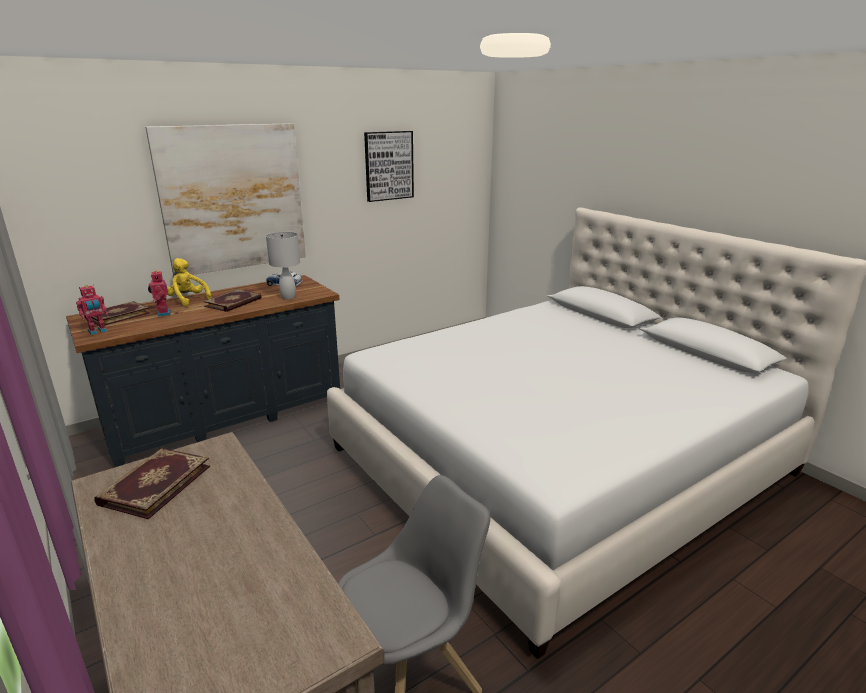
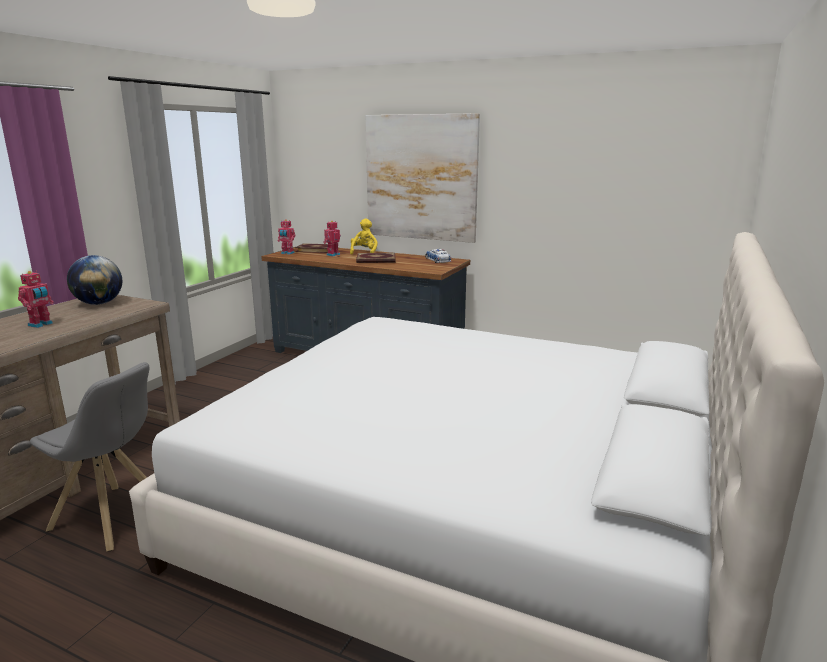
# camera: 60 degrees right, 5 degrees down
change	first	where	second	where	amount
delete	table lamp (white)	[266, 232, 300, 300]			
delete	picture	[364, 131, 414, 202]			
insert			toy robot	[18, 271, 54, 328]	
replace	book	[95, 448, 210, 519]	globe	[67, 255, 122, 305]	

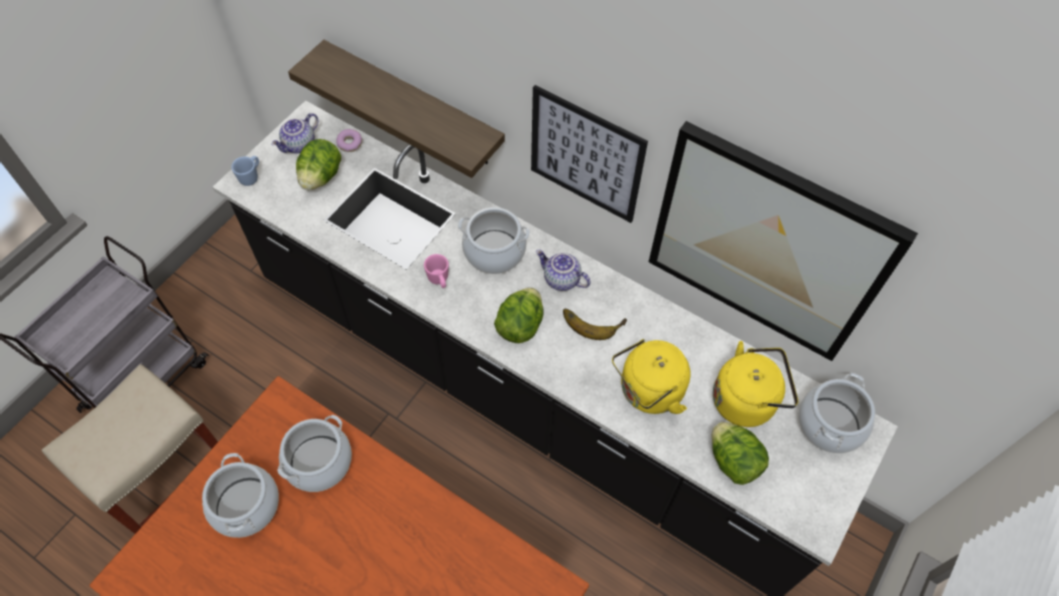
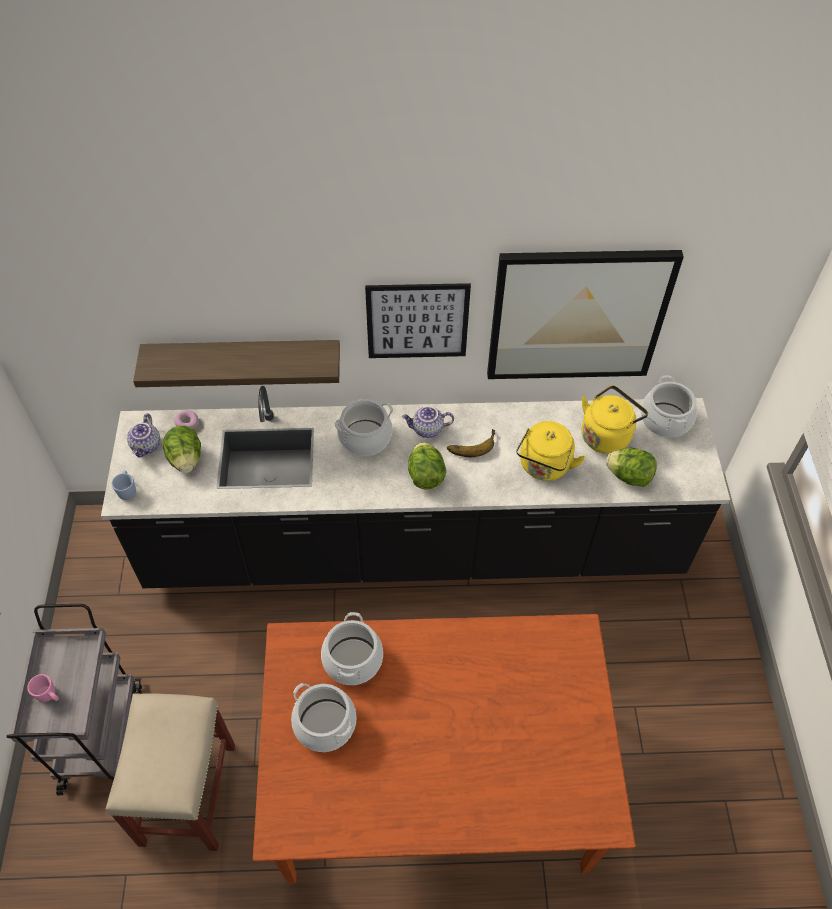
# camera: 35 degrees left, 5 degrees down
change	first	where	second	where	amount
move	mug (pink)	[424, 254, 449, 288]		[27, 674, 59, 702]	

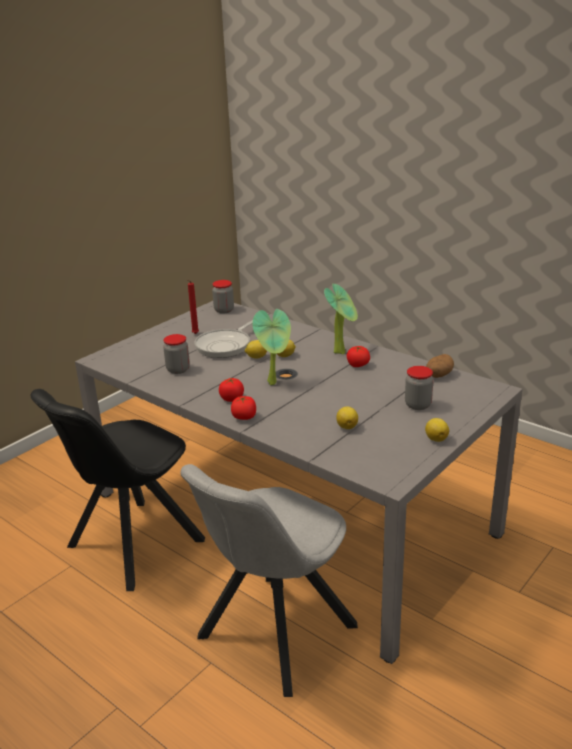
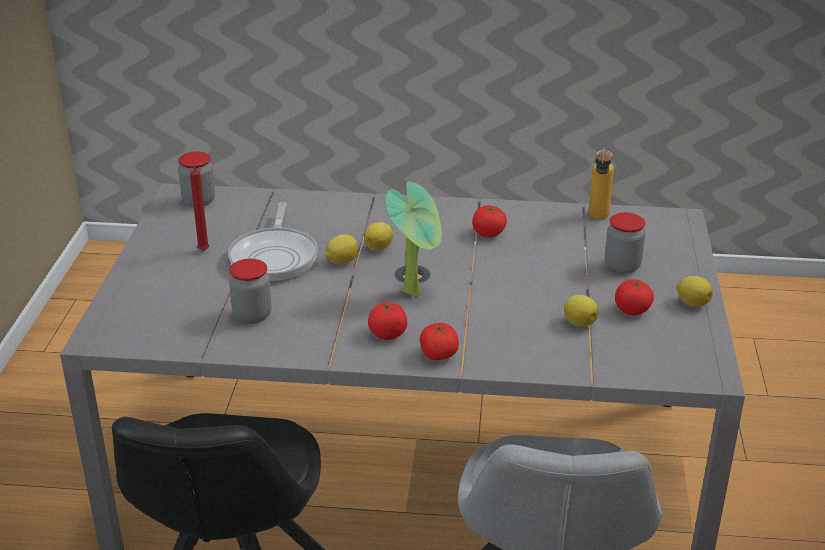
# camera: 35 degrees left, 5 degrees up
change	first	where	second	where	amount
delete	potted plant	[324, 284, 358, 355]			
insert			tomato	[615, 279, 654, 315]	
replace	potato	[426, 354, 454, 378]	bottle	[589, 147, 614, 219]	

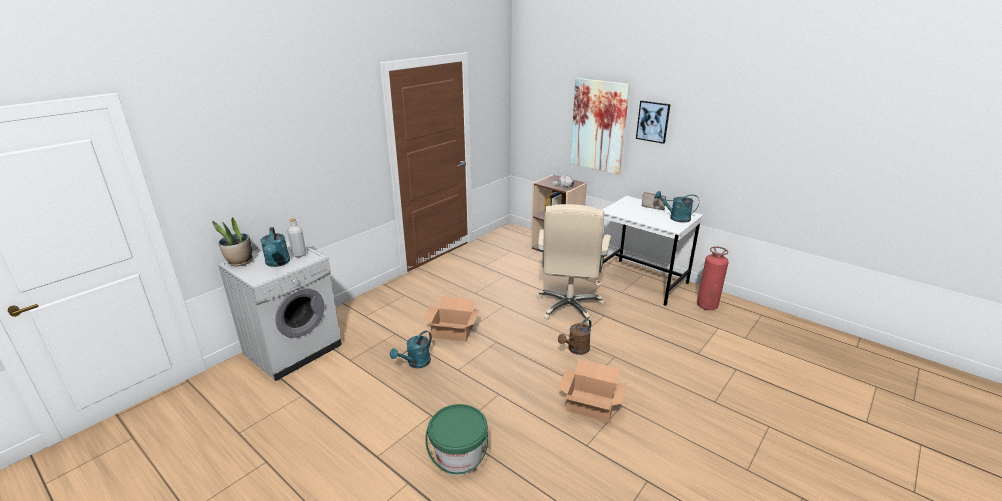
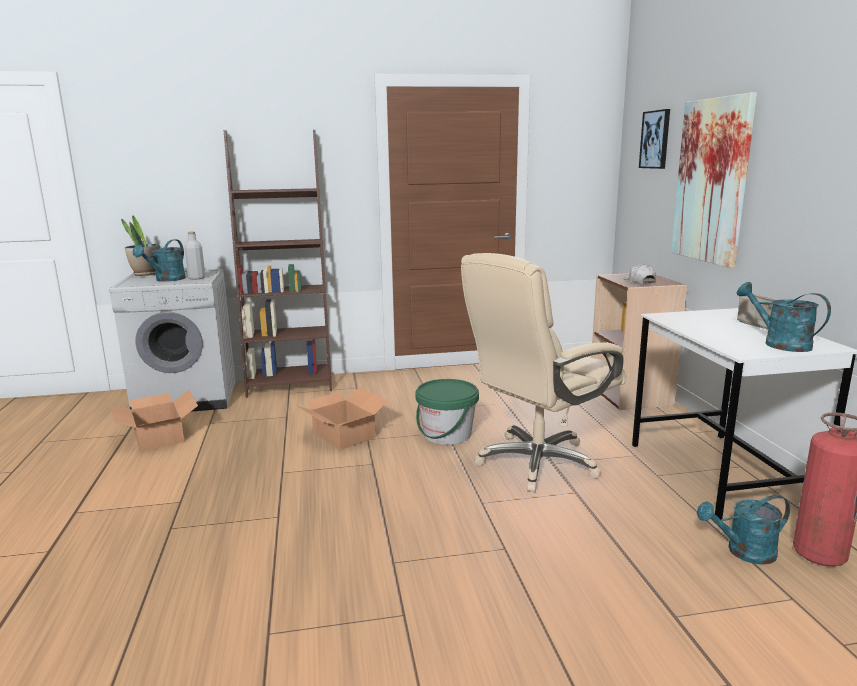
# camera: 40 degrees right, 10 degrees down
change	first	where	second	where	amount
delete	watering can (brown)	[558, 319, 591, 355]			
insert			bookcase (brown)	[224, 130, 332, 398]	
move	watering can (turquoise)	[390, 330, 432, 368]		[697, 495, 790, 565]	
move	bucket (green)	[425, 404, 488, 476]		[416, 379, 479, 445]	
move	cardboard box	[558, 359, 627, 422]		[110, 390, 198, 452]	
move	picture	[636, 100, 671, 144]		[639, 109, 670, 169]	

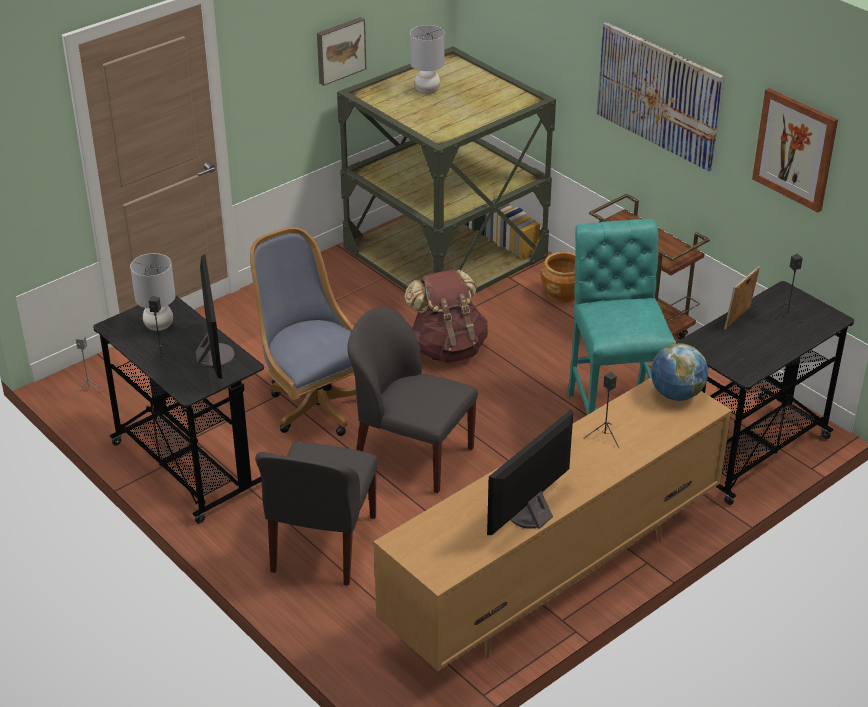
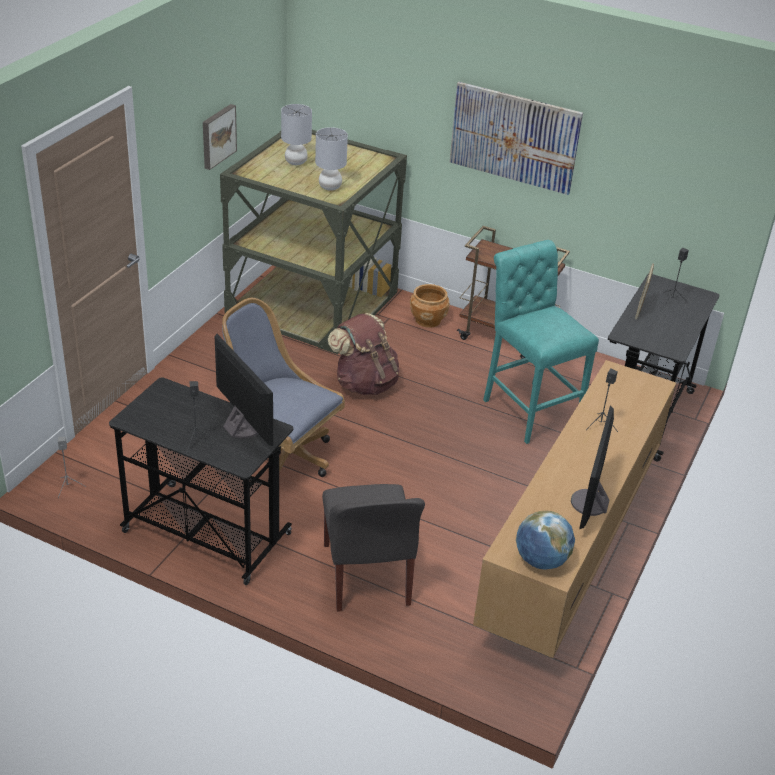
# camera: 25 degrees left, 0 degrees up
change	first	where	second	where	amount
delete	chair (grey)	[347, 306, 478, 493]			
delete	picture	[752, 88, 838, 212]			
move	table lamp (grey)	[130, 253, 175, 331]		[315, 127, 348, 191]	
move	globe	[651, 343, 709, 401]		[516, 510, 575, 570]	

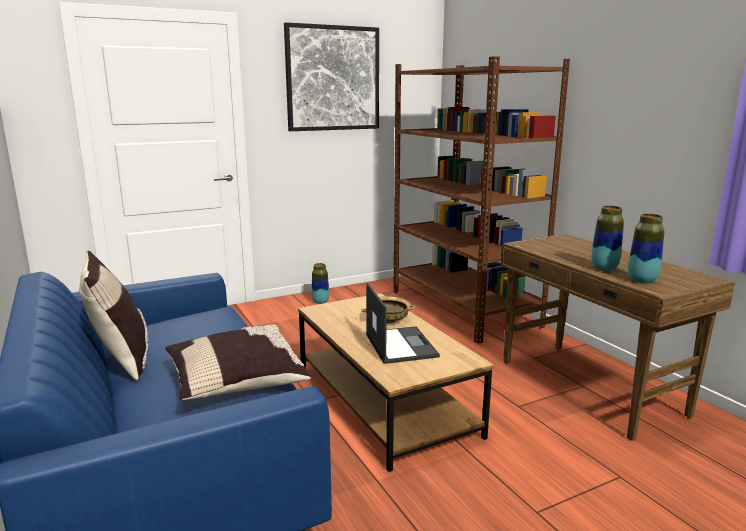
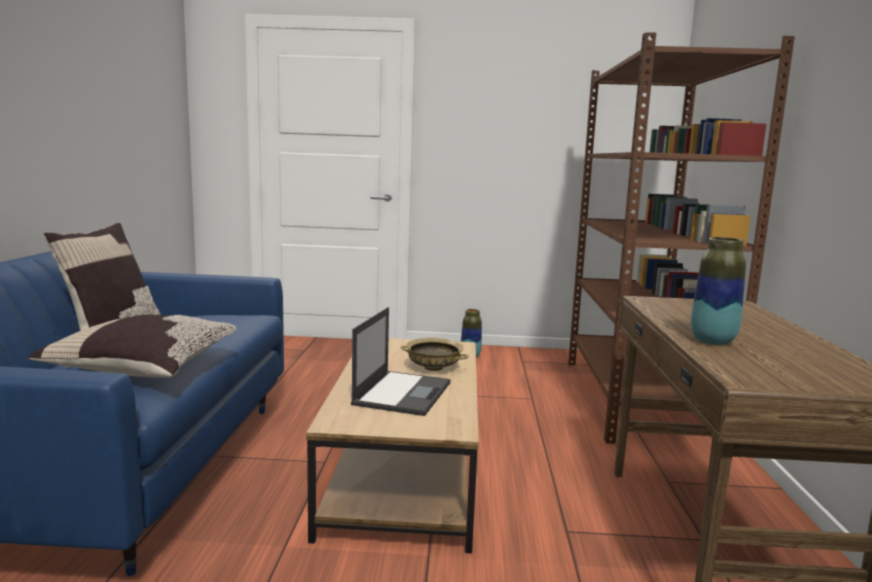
# camera: 30 degrees right, 5 degrees down
change	first	where	second	where	amount
delete	picture	[284, 22, 379, 131]			
delete	vase	[628, 214, 664, 284]			

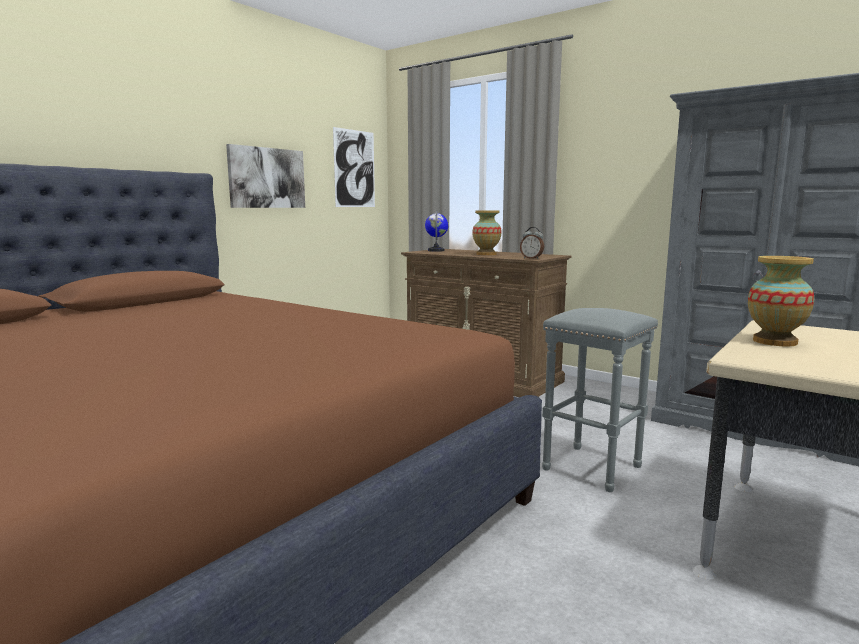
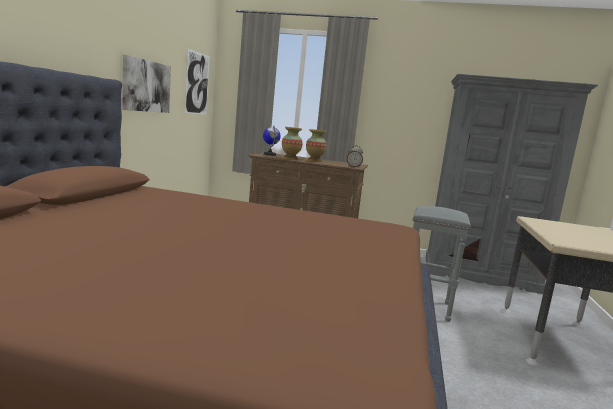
# camera: 25 degrees left, 0 degrees up
change	first	where	second	where	amount
move	vase	[748, 256, 814, 346]		[282, 127, 302, 160]	

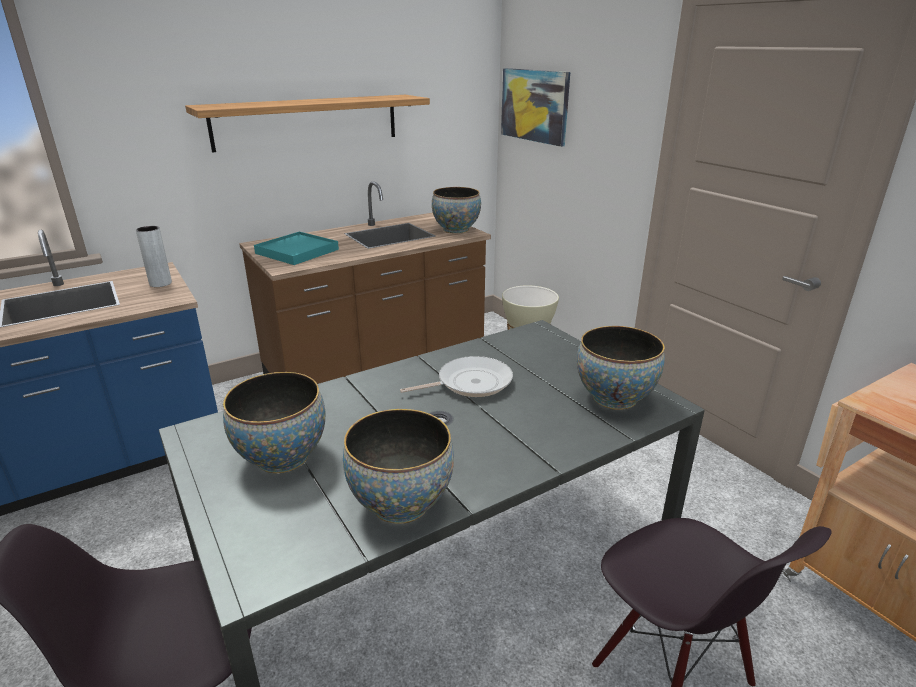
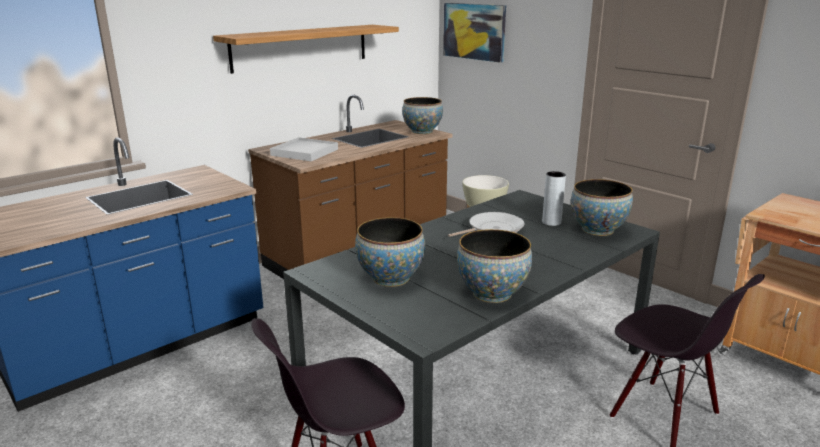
# camera: 10 degrees left, 5 degrees down
change	first	where	second	where	amount
move	vase (grey)	[136, 226, 172, 287]		[542, 171, 566, 226]	
recolor	tray (turquoise)	[254, 232, 339, 265]	tray (white)	[270, 137, 338, 161]	

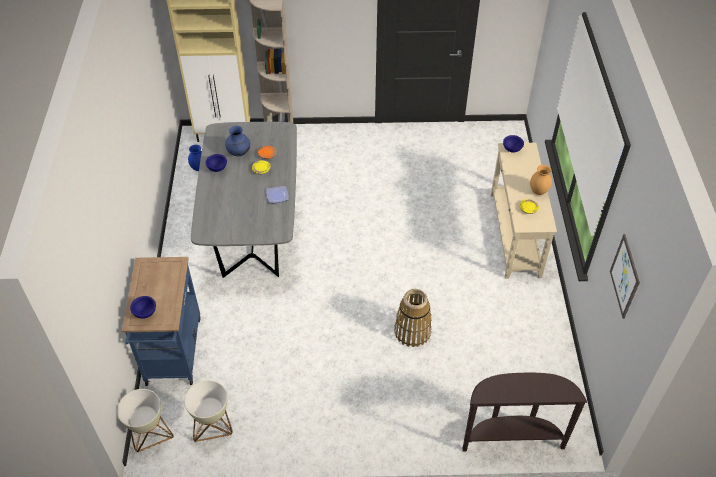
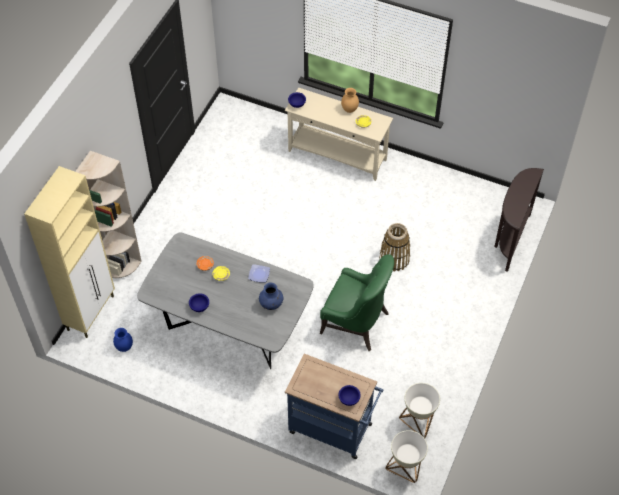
# camera: 65 degrees left, 5 degrees up
change	first	where	second	where	amount
delete	picture	[610, 234, 640, 319]			
insert			chair (green)	[320, 254, 394, 351]	
move	vase (blue)	[225, 126, 250, 156]		[259, 282, 283, 310]	

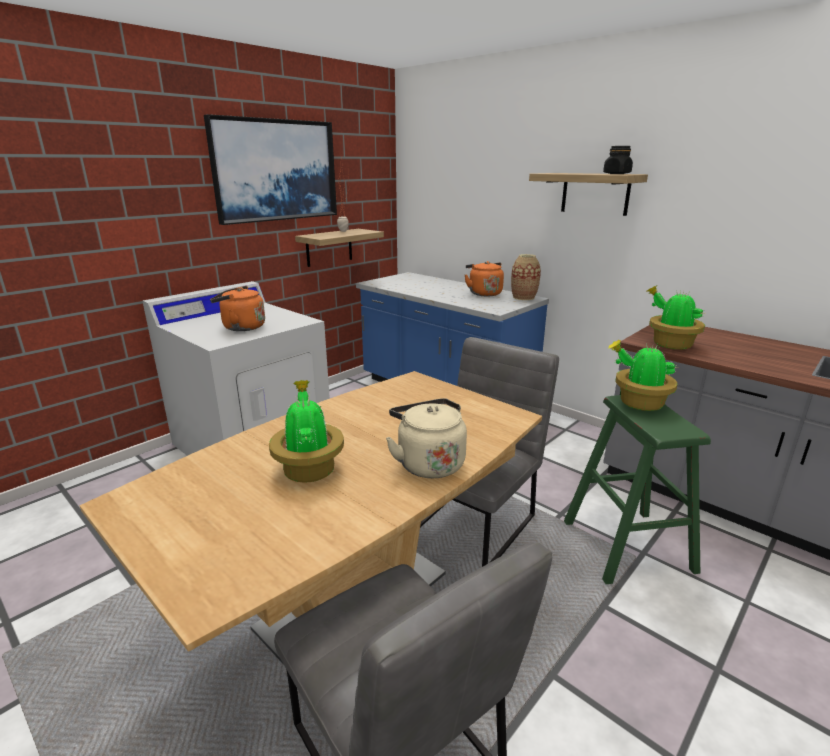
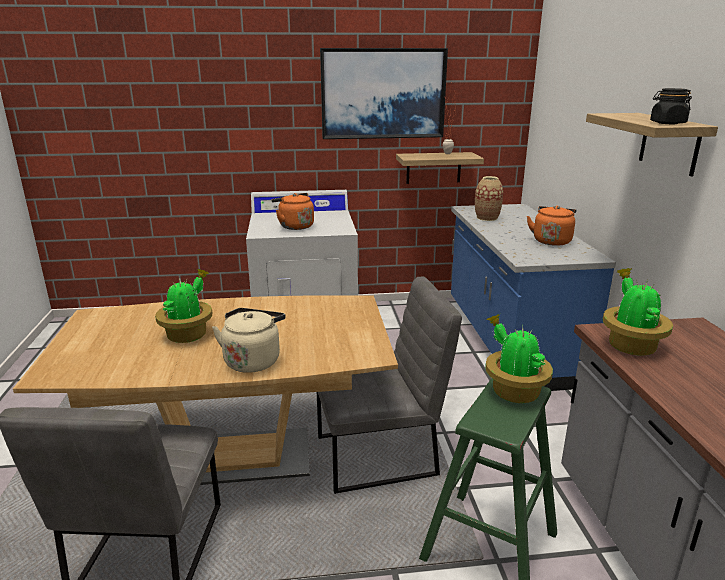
# camera: 40 degrees right, 0 degrees up
change	first	where	second	where	amount
move	vase	[511, 254, 541, 300]		[475, 176, 503, 221]	

